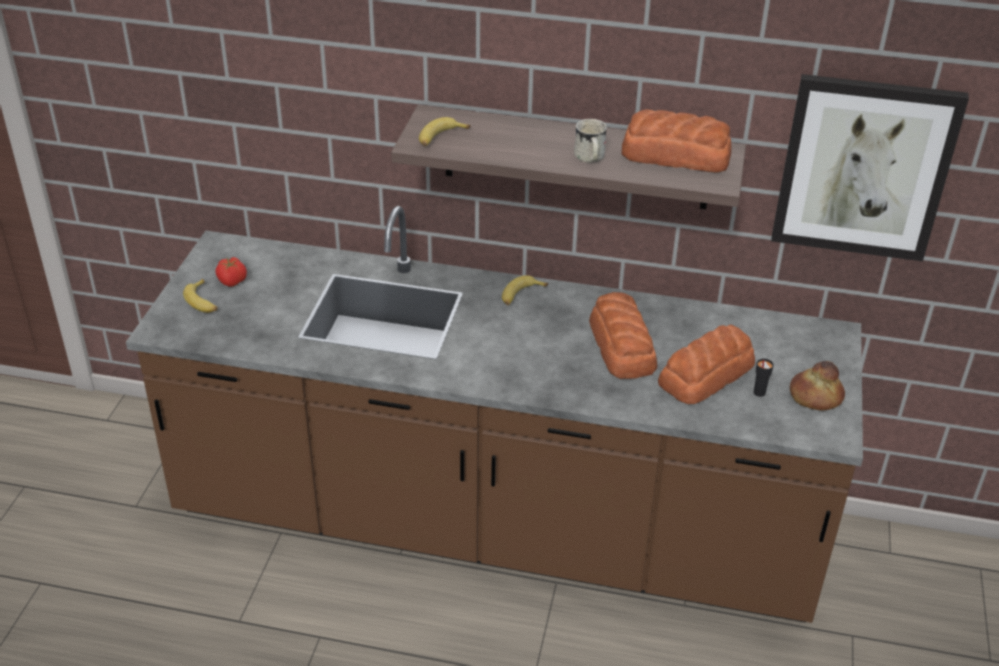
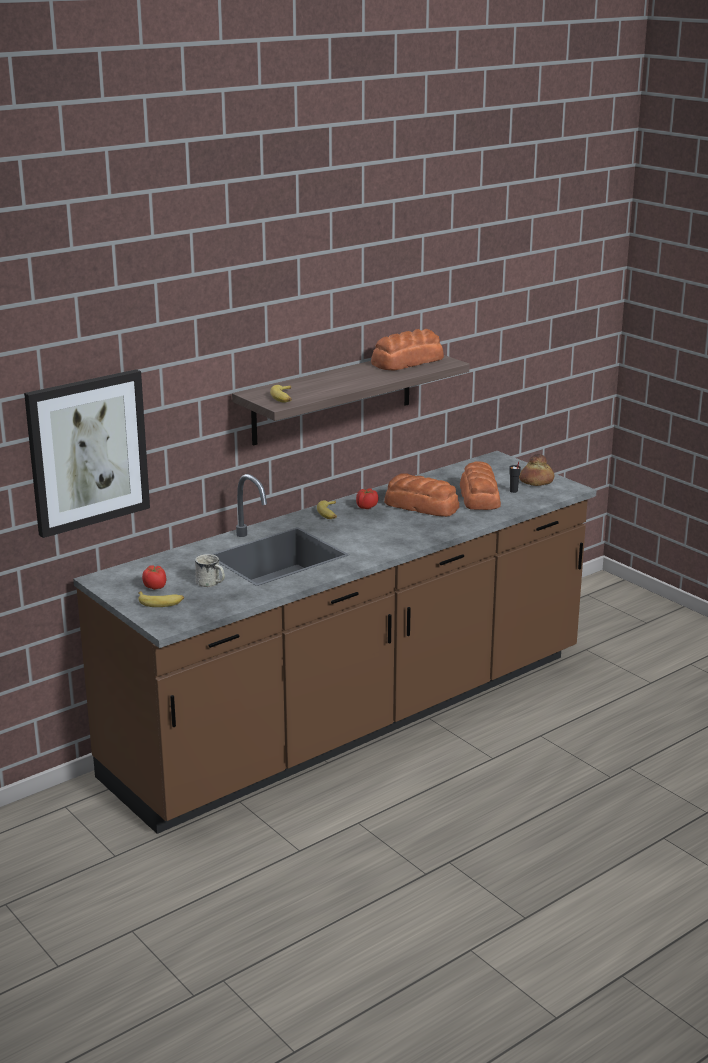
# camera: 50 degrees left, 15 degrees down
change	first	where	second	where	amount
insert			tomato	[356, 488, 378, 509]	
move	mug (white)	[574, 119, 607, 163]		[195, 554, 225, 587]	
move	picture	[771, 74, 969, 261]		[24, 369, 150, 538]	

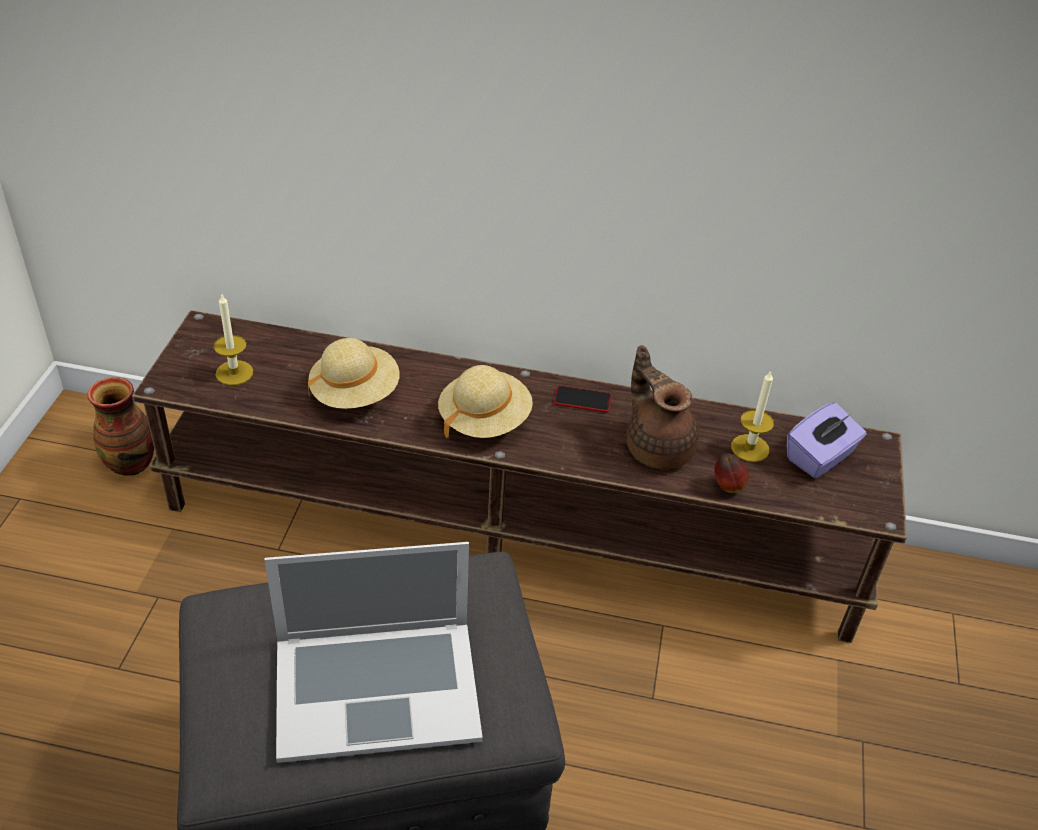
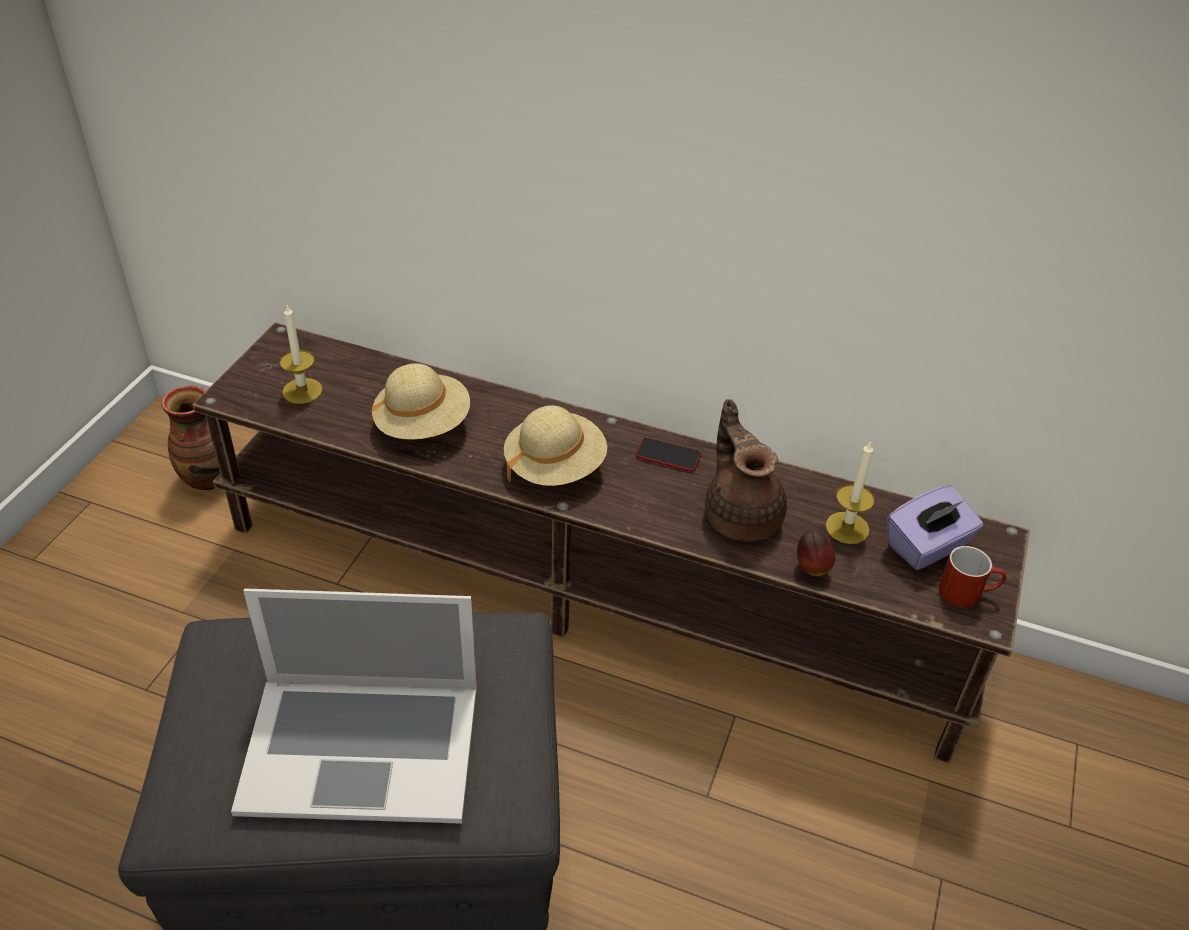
# camera: 10 degrees right, 0 degrees up
change	first	where	second	where	amount
insert			mug (red)	[939, 546, 1007, 607]	

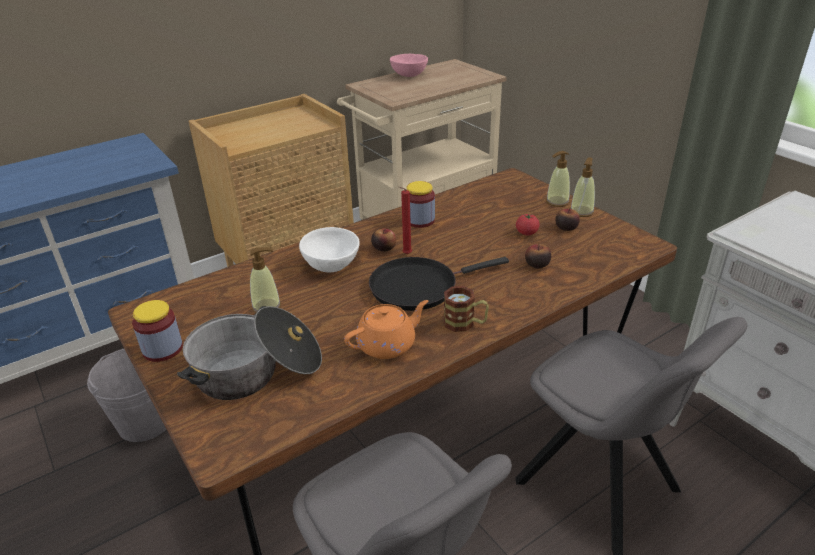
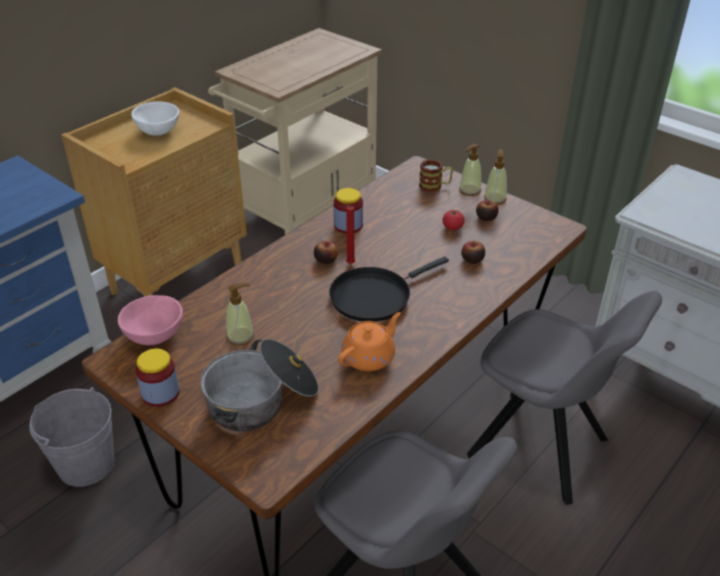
# camera: 15 degrees left, 5 degrees up
change	first	where	second	where	amount
move	bowl (white)	[299, 227, 360, 272]		[131, 101, 179, 136]	
move	bowl (pink)	[390, 54, 428, 77]		[118, 295, 183, 345]	
move	mug	[444, 286, 489, 332]		[419, 159, 453, 192]	

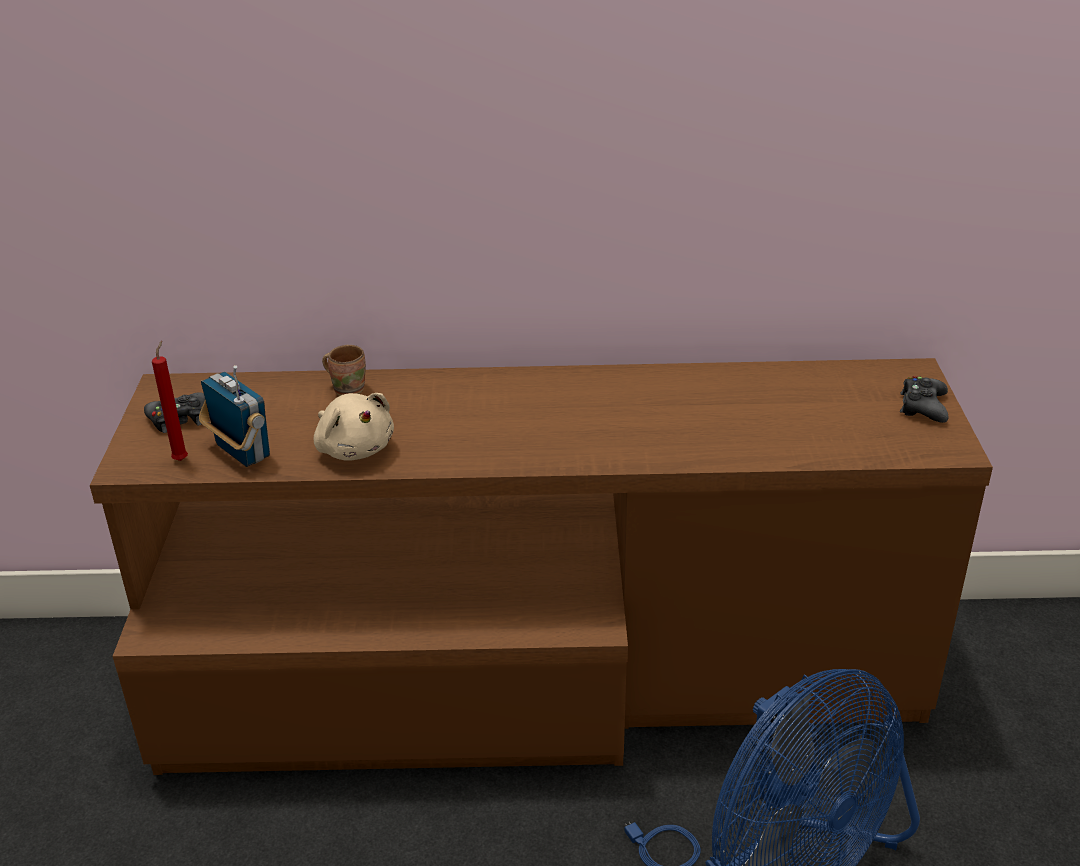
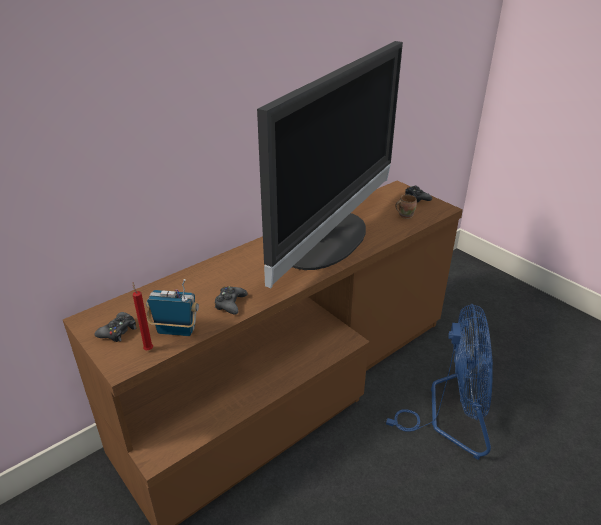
# camera: 40 degrees left, 0 degrees up
change	first	where	second	where	amount
insert			television	[257, 41, 403, 288]	
move	mug (brown)	[322, 345, 366, 396]		[395, 195, 417, 219]	
replace	plush toy (beige)	[314, 393, 394, 461]	game controller (black)	[215, 286, 247, 315]	

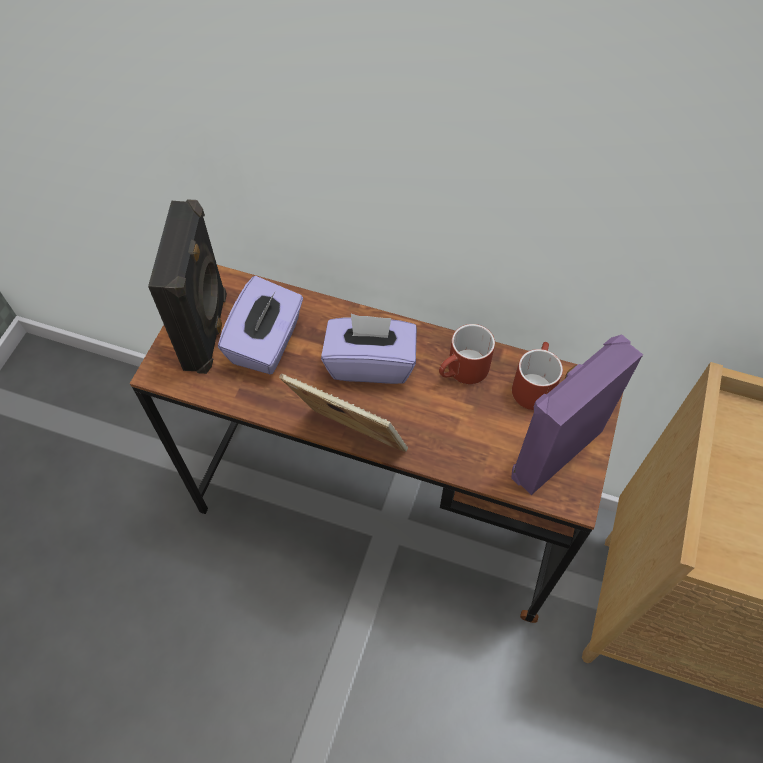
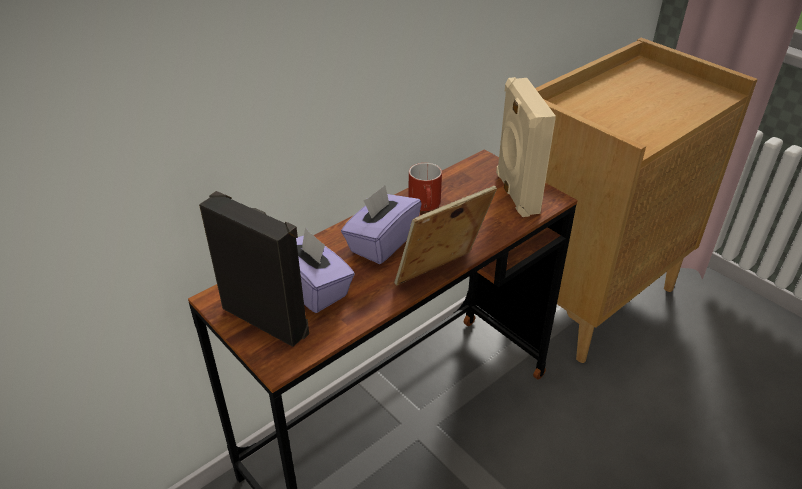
# camera: 60 degrees left, 20 degrees down
change	first	where	second	where	amount
delete	mug (red)	[512, 342, 563, 410]			
recolor	speaker (purple)	[511, 335, 643, 495]	speaker (beige)	[496, 77, 556, 217]	

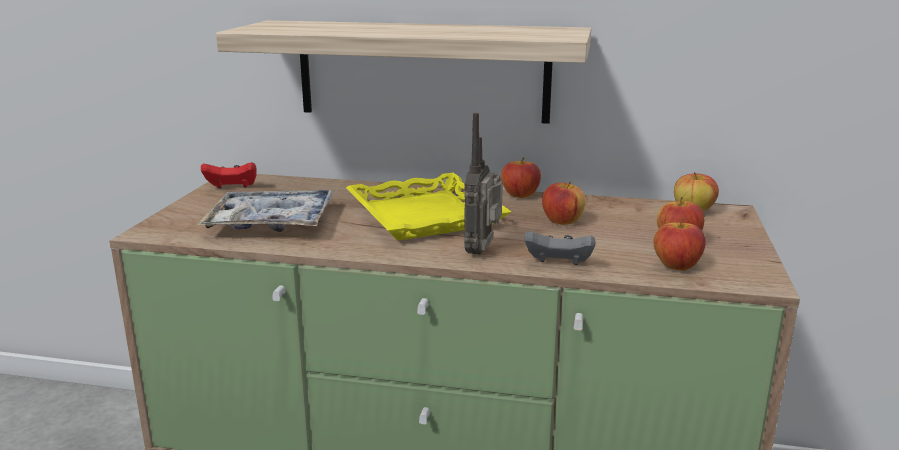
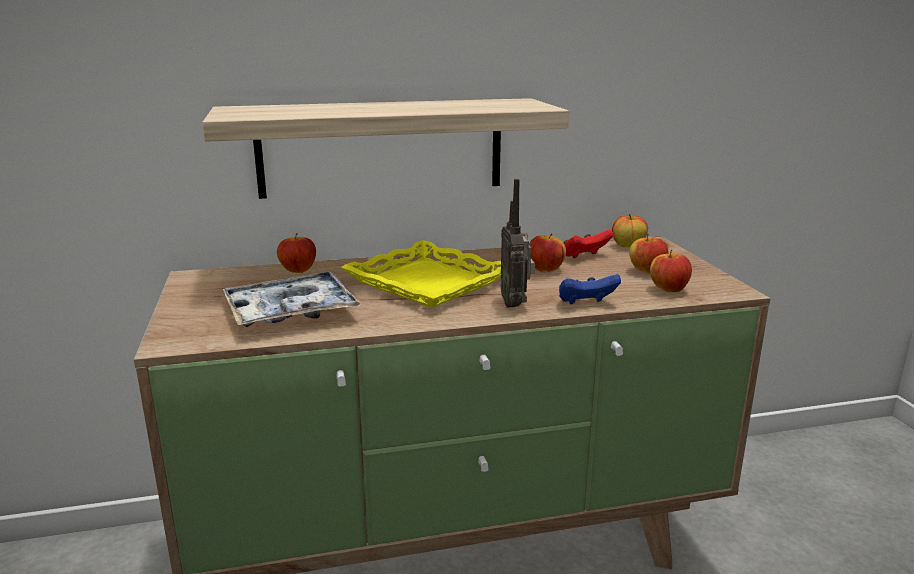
# camera: 25 degrees left, 0 degrees up
change	first	where	second	where	amount
move	game controller (red)	[201, 162, 257, 188]		[564, 229, 613, 258]	
move	apple	[501, 157, 541, 198]		[277, 233, 316, 273]	
recolor	game controller (grey)	[524, 231, 596, 265]	game controller (blue)	[559, 274, 621, 304]	

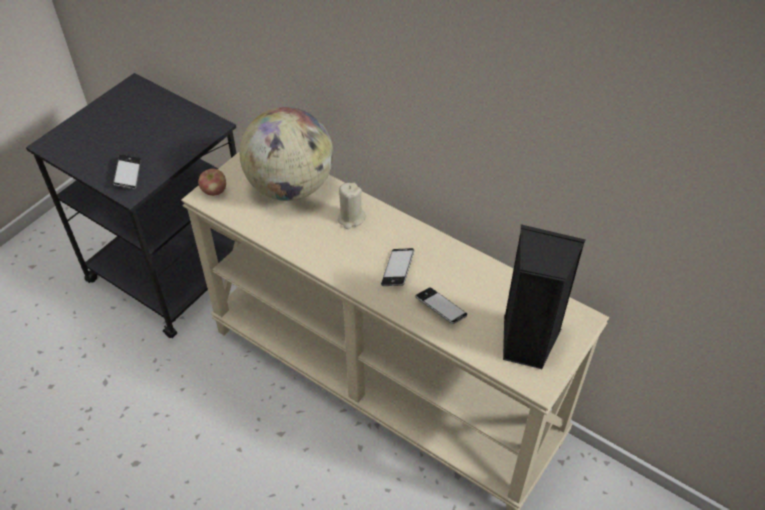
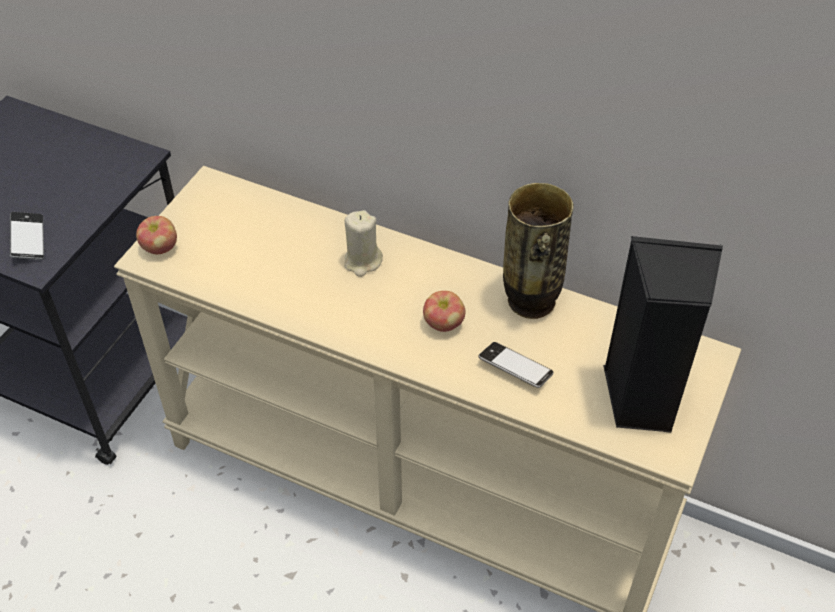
# camera: 10 degrees left, 0 degrees up
change	first	where	second	where	amount
delete	globe	[240, 107, 333, 201]			
insert			vase	[503, 183, 574, 319]	
replace	phone	[381, 248, 414, 286]	apple	[423, 291, 465, 332]	

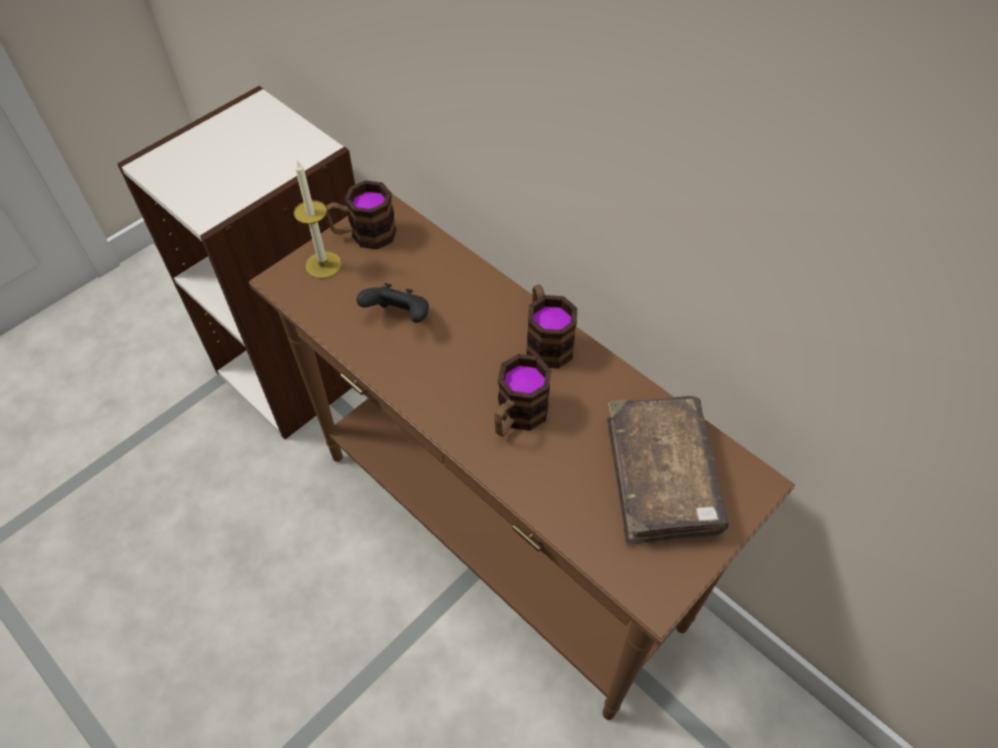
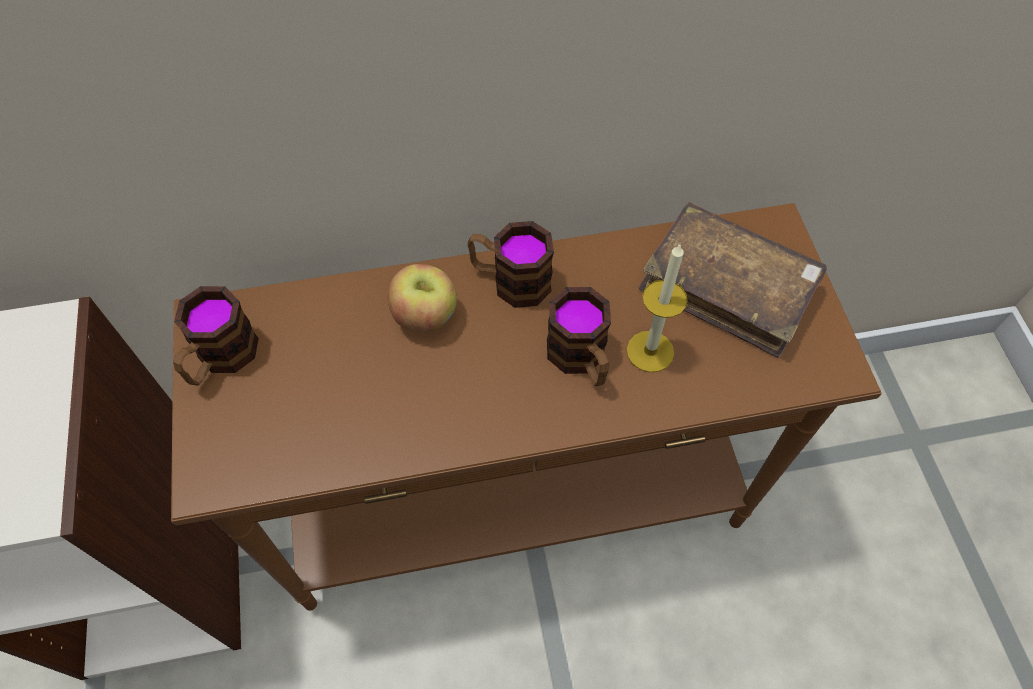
# camera: 55 degrees left, 5 degrees up
change	first	where	second	where	amount
delete	game controller (black)	[357, 283, 429, 323]			
insert			apple	[388, 264, 457, 333]	
move	candle	[294, 159, 342, 279]		[626, 243, 688, 372]	

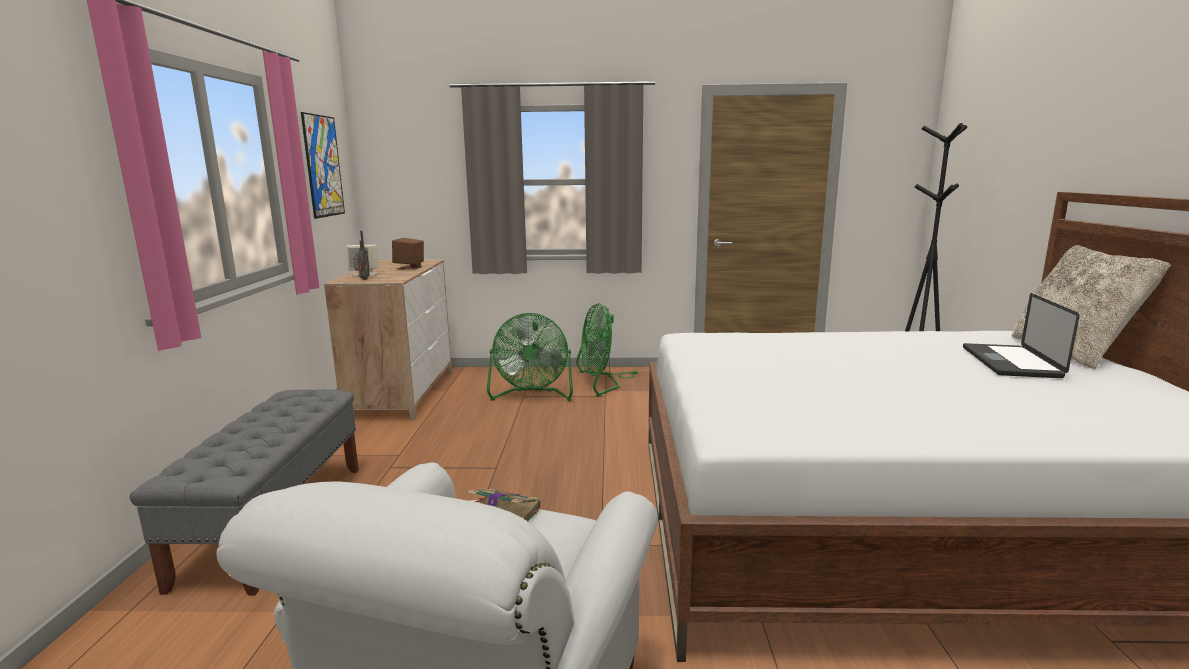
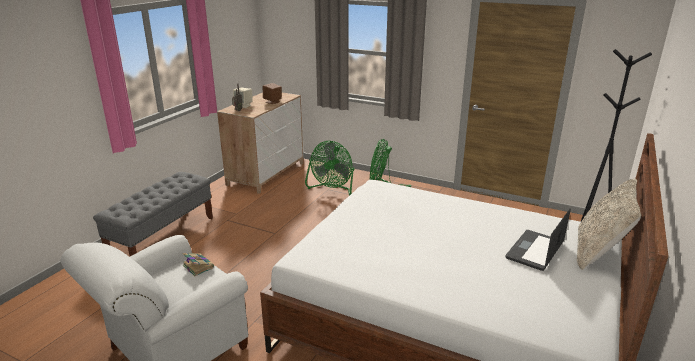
# camera: 25 degrees right, 10 degrees up
change	first	where	second	where	amount
delete	picture	[301, 112, 345, 219]			

